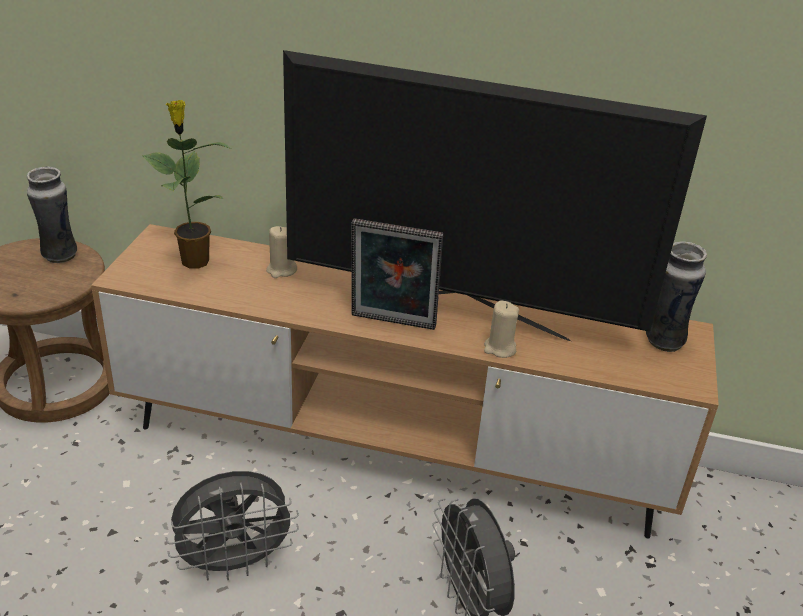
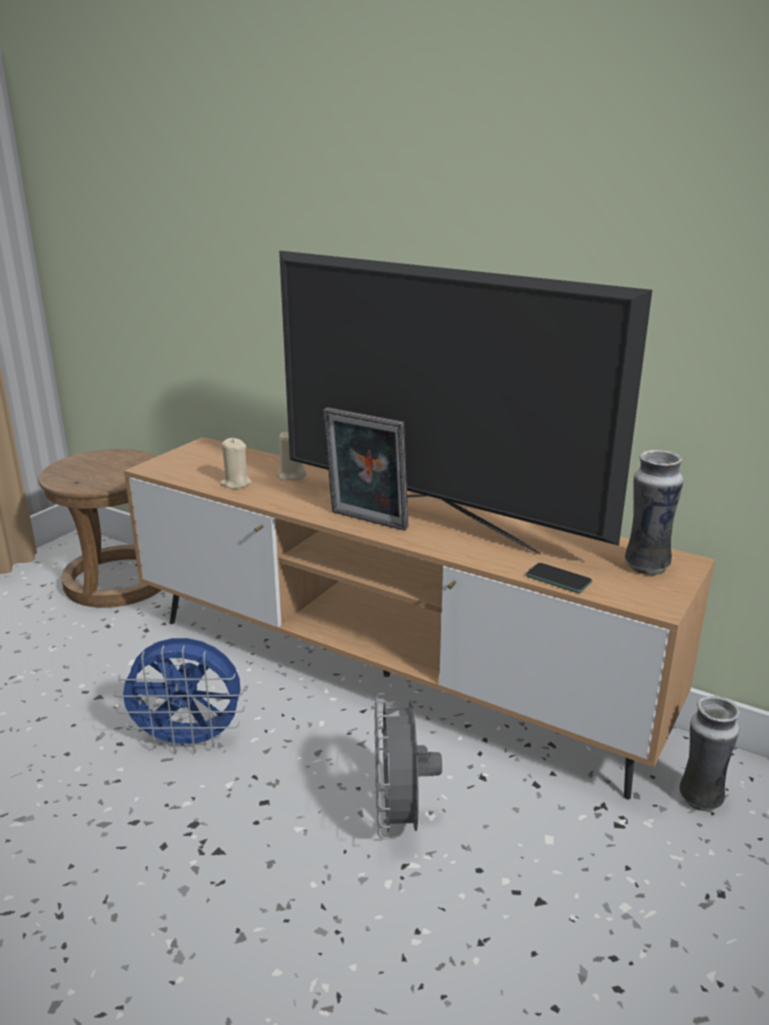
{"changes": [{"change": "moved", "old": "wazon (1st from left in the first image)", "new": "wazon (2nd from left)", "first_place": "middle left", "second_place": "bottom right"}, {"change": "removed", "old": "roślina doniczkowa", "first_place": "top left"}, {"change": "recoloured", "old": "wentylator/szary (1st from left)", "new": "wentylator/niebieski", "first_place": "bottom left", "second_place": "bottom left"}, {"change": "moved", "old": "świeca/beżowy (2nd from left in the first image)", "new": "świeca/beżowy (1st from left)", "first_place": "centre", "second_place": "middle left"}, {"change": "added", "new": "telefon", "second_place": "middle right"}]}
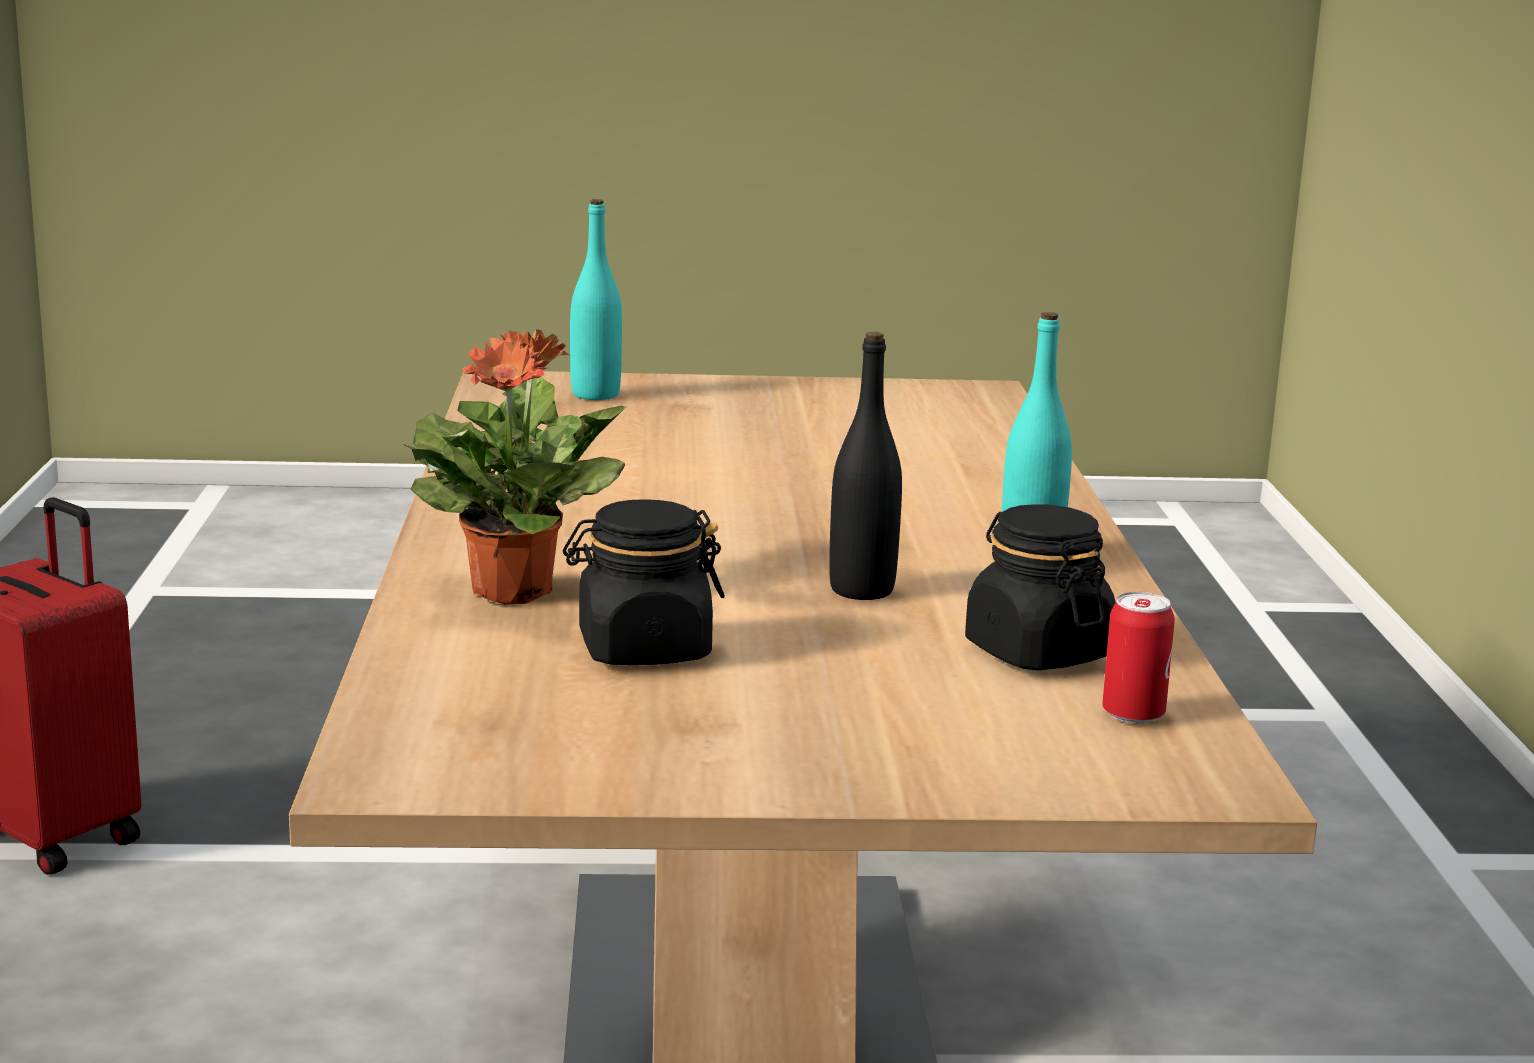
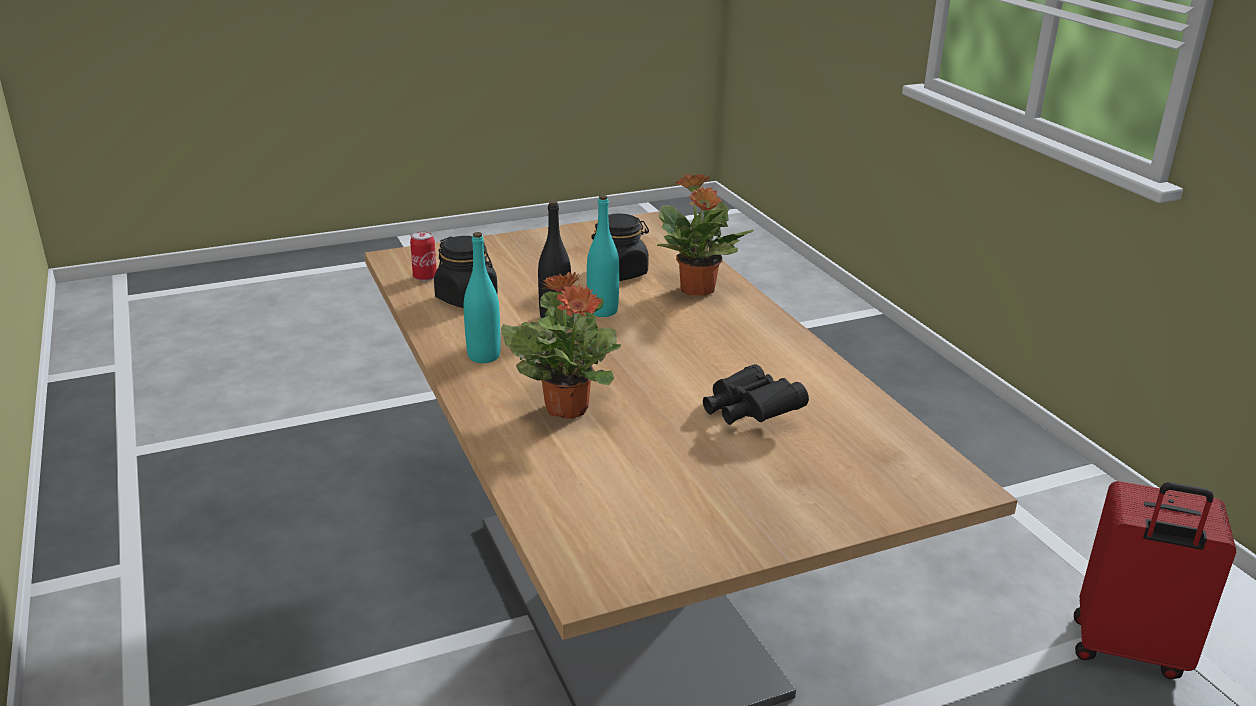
{"changes": [{"change": "moved", "old": "butelka/turkusowy (1st from left in the first image)", "new": "butelka/turkusowy (2nd from left)", "first_place": "top centre", "second_place": "centre"}, {"change": "added", "new": "roślina doniczkowa (1st from left)", "second_place": "centre"}, {"change": "added", "new": "lornetka/czarny", "second_place": "centre"}]}
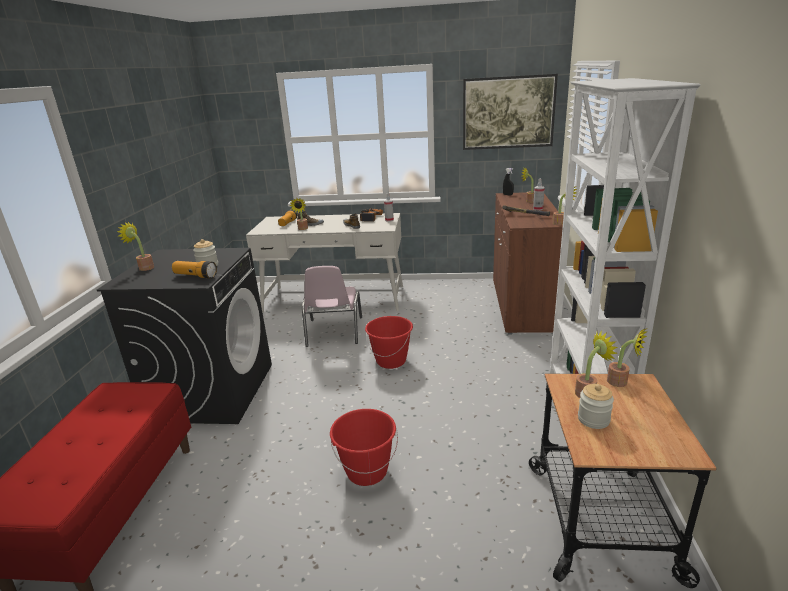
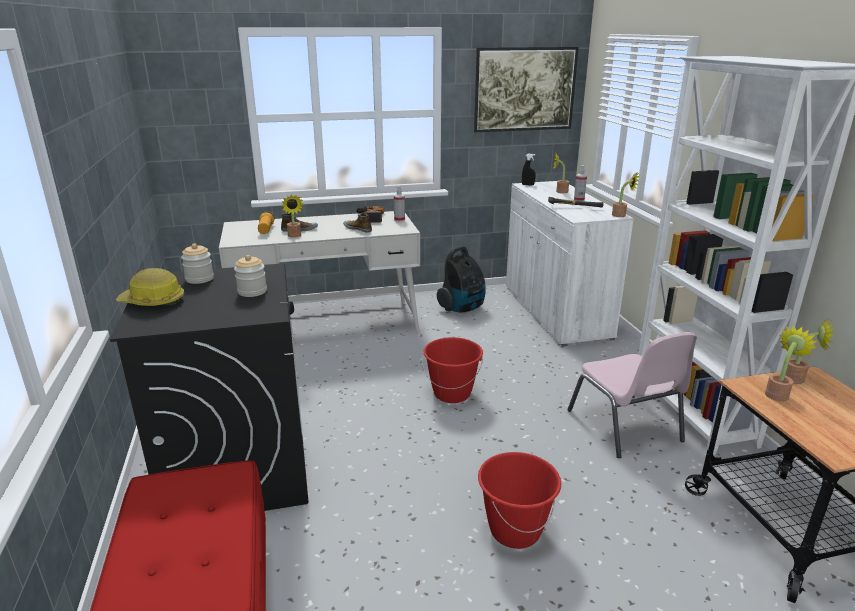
{"changes": [{"change": "replaced", "old": "roślina doniczkowa (1st from left)", "new": "kask", "first_place": "middle left", "second_place": "middle left"}, {"change": "removed", "old": "latarka (1st from left)", "first_place": "middle left"}, {"change": "moved", "old": "krzesło/różowy", "first_place": "centre", "second_place": "middle right"}, {"change": "recoloured", "old": "szafka/brązowy", "new": "szafka/biały", "first_place": "middle right", "second_place": "middle right"}, {"change": "moved", "old": "słoik (2nd from left in the first image)", "new": "słoik (1st from left)", "first_place": "bottom right", "second_place": "middle left"}, {"change": "added", "new": "odkurzacz", "second_place": "centre"}]}
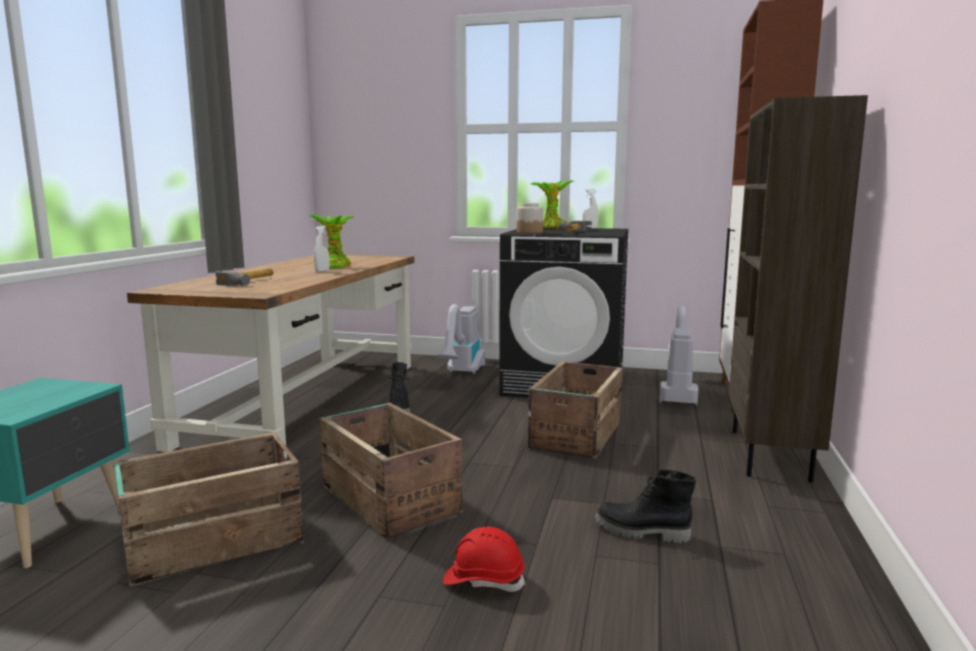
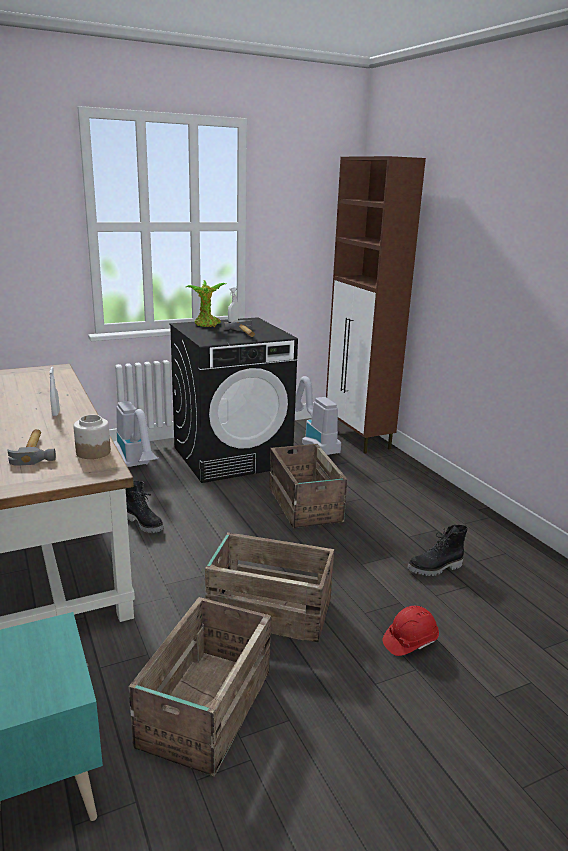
{"changes": [{"change": "removed", "old": "roślina doniczkowa (1st from left)", "first_place": "centre"}, {"change": "moved", "old": "słoik", "first_place": "centre", "second_place": "middle left"}, {"change": "removed", "old": "regał/brązowy", "first_place": "middle right"}]}
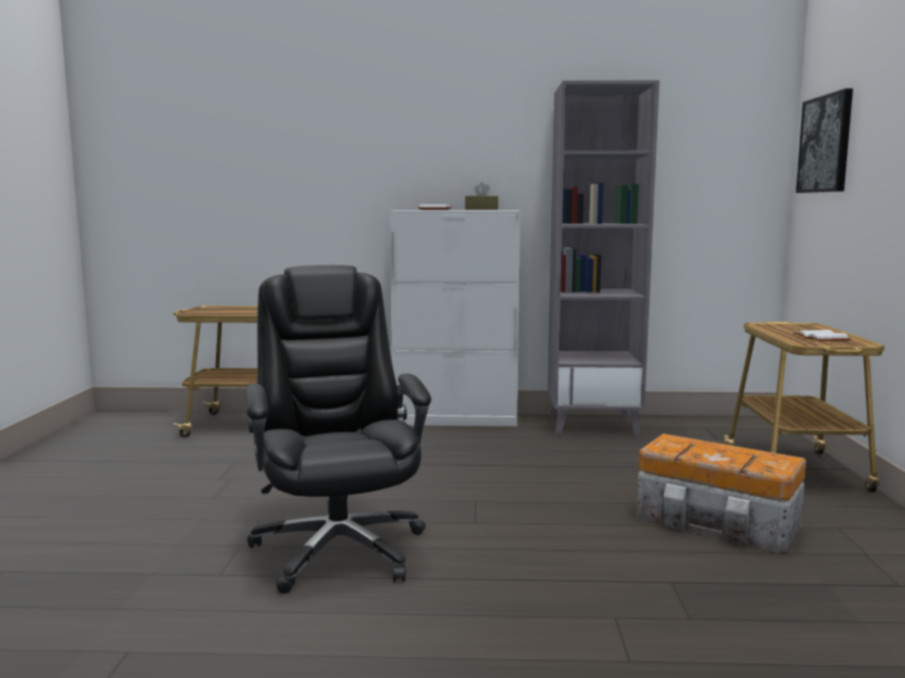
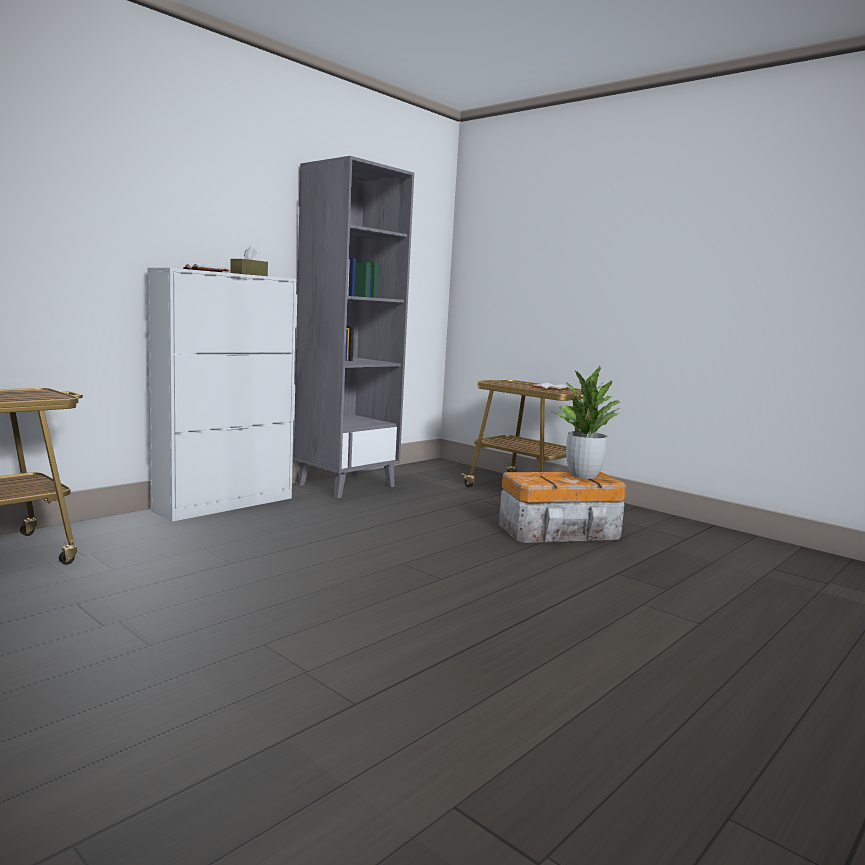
{"changes": [{"change": "removed", "old": "krzesło biurowe/czarny", "first_place": "centre"}, {"change": "removed", "old": "obraz", "first_place": "top right"}, {"change": "added", "new": "roślina doniczkowa", "second_place": "middle right"}]}
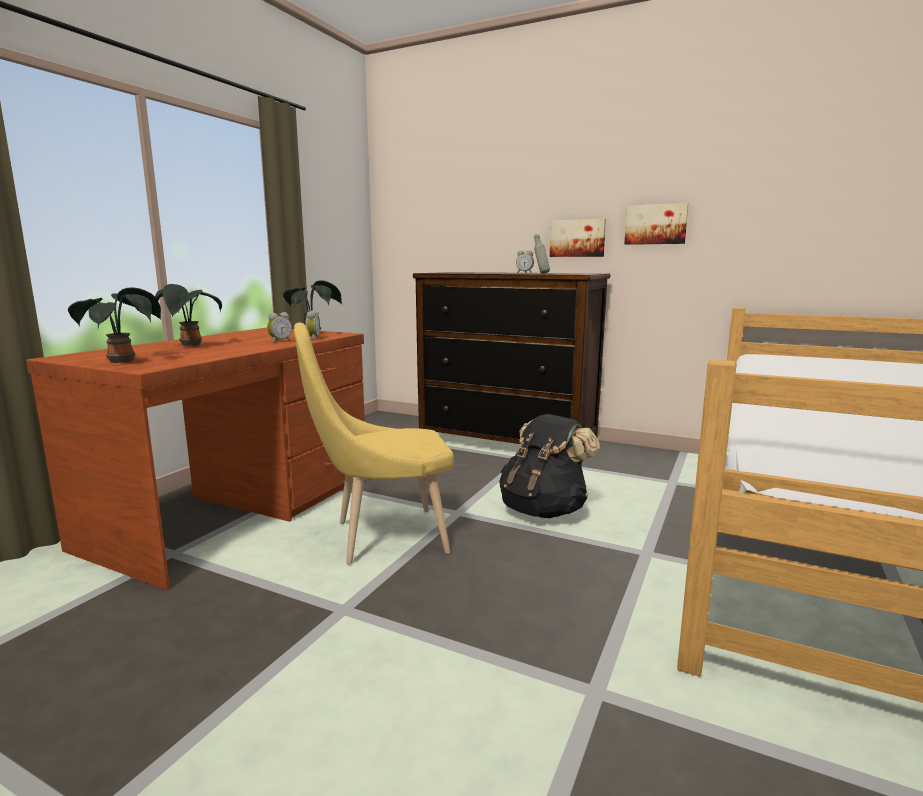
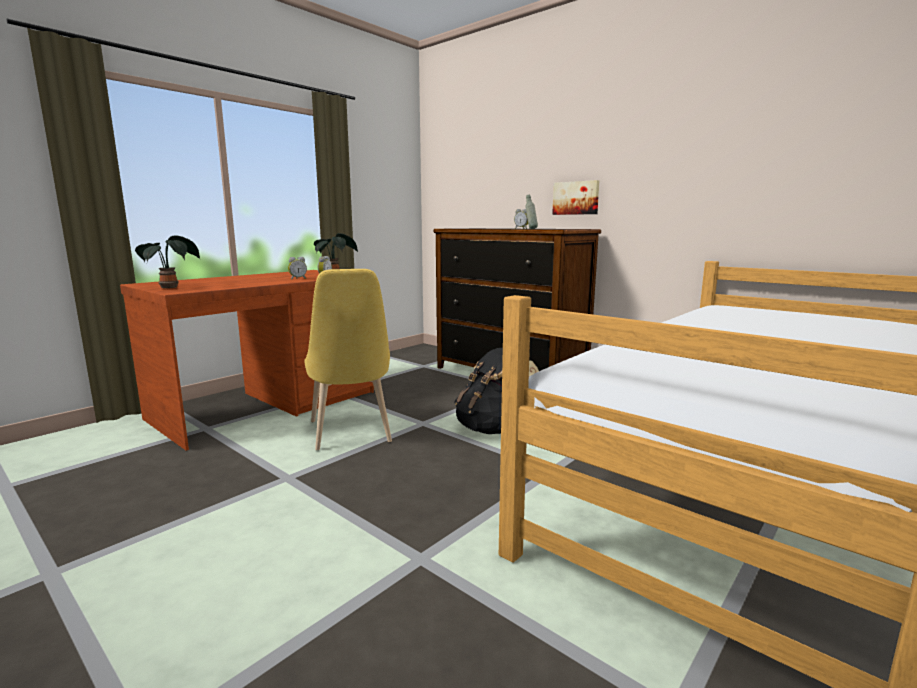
{"changes": [{"change": "removed", "old": "roślina doniczkowa (2nd from left)", "first_place": "middle left"}, {"change": "turned", "old": "krzesło/żółty", "first_place": "centre", "second_place": "centre", "degrees": -105}, {"change": "removed", "old": "obraz (2nd from left)", "first_place": "top right"}]}
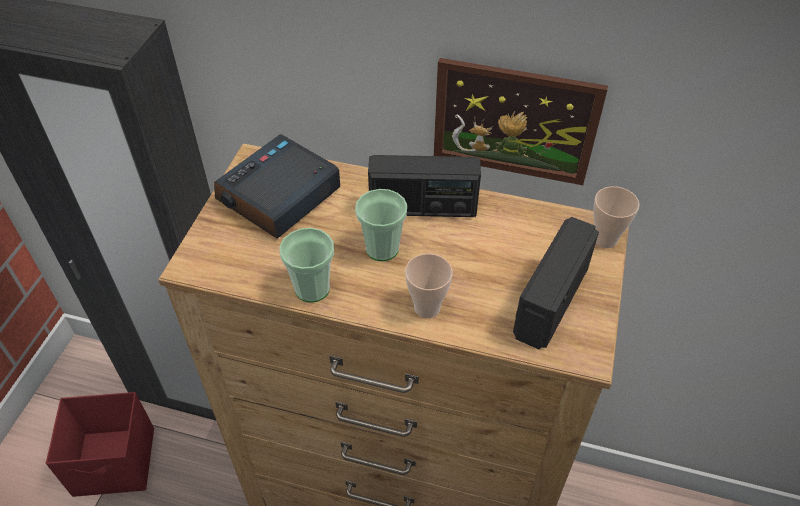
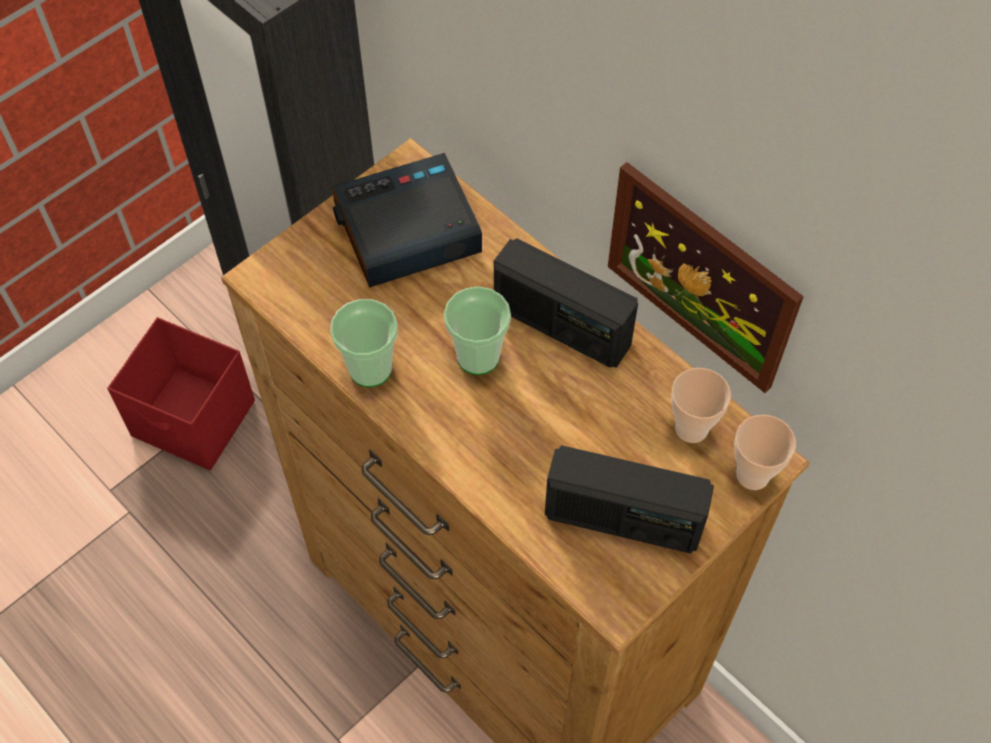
{"changes": [{"change": "moved", "old": "filiżanka (3rd from left)", "first_place": "centre", "second_place": "middle right"}, {"change": "turned", "old": "radio (2nd from left)", "first_place": "middle right", "second_place": "bottom centre", "degrees": -135}]}
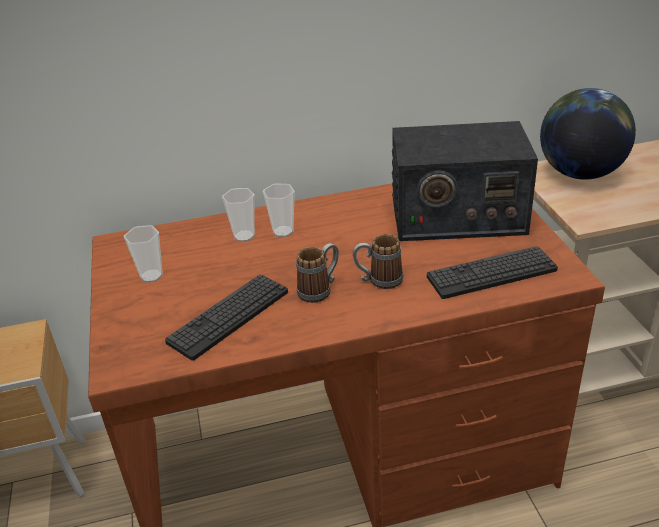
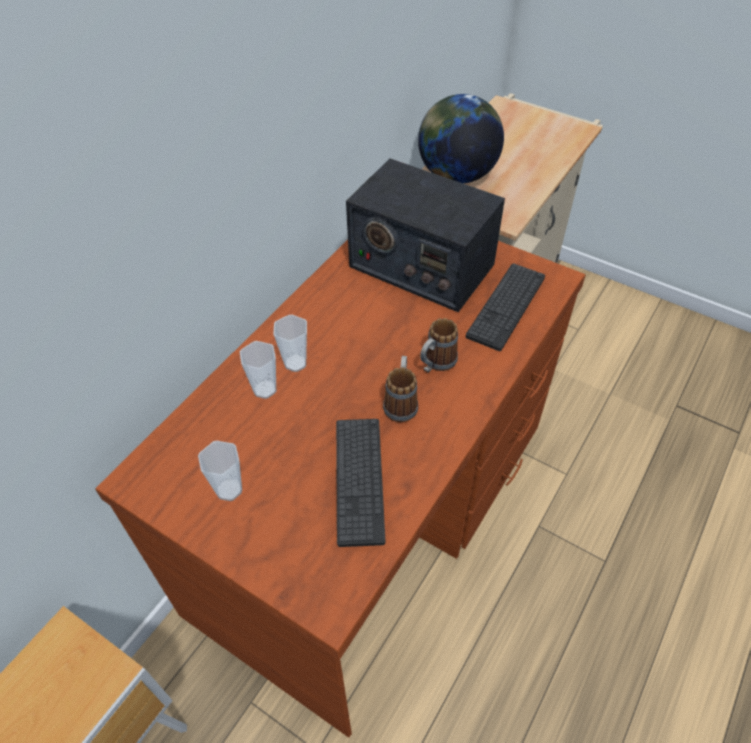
{"changes": [{"change": "turned", "old": "radio", "first_place": "middle right", "second_place": "top centre", "degrees": 75}]}
